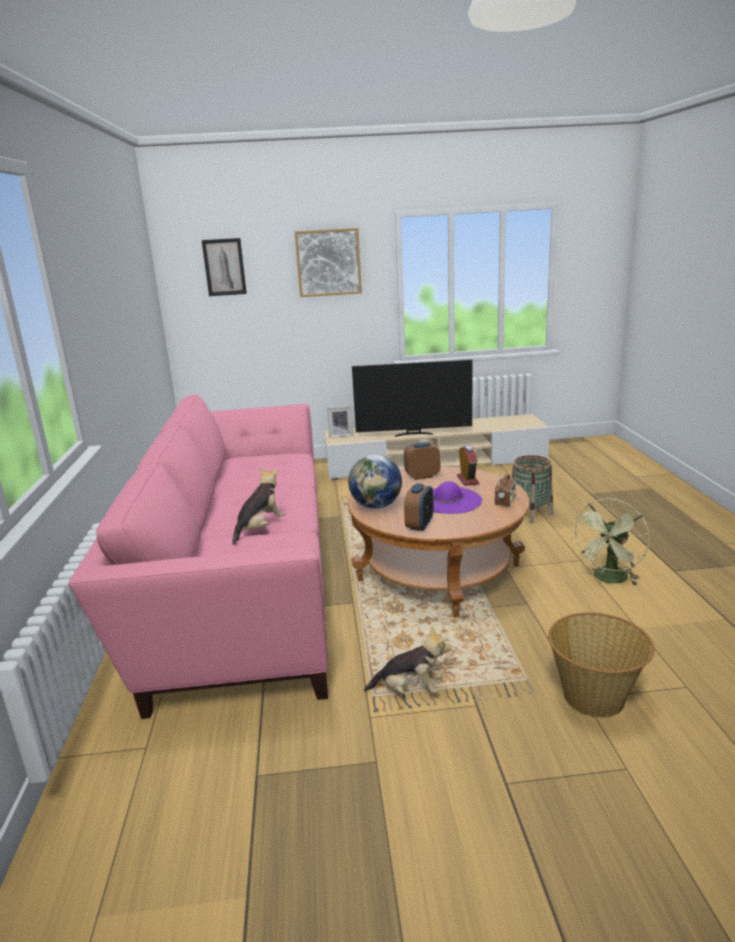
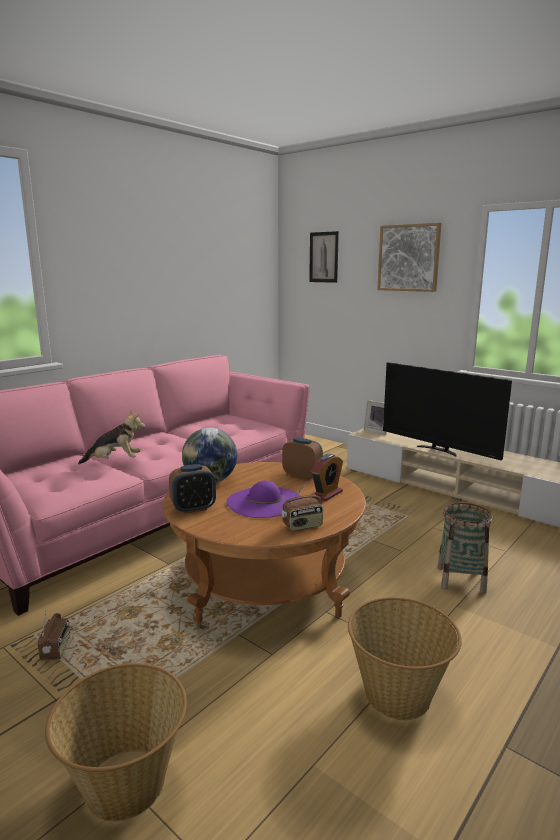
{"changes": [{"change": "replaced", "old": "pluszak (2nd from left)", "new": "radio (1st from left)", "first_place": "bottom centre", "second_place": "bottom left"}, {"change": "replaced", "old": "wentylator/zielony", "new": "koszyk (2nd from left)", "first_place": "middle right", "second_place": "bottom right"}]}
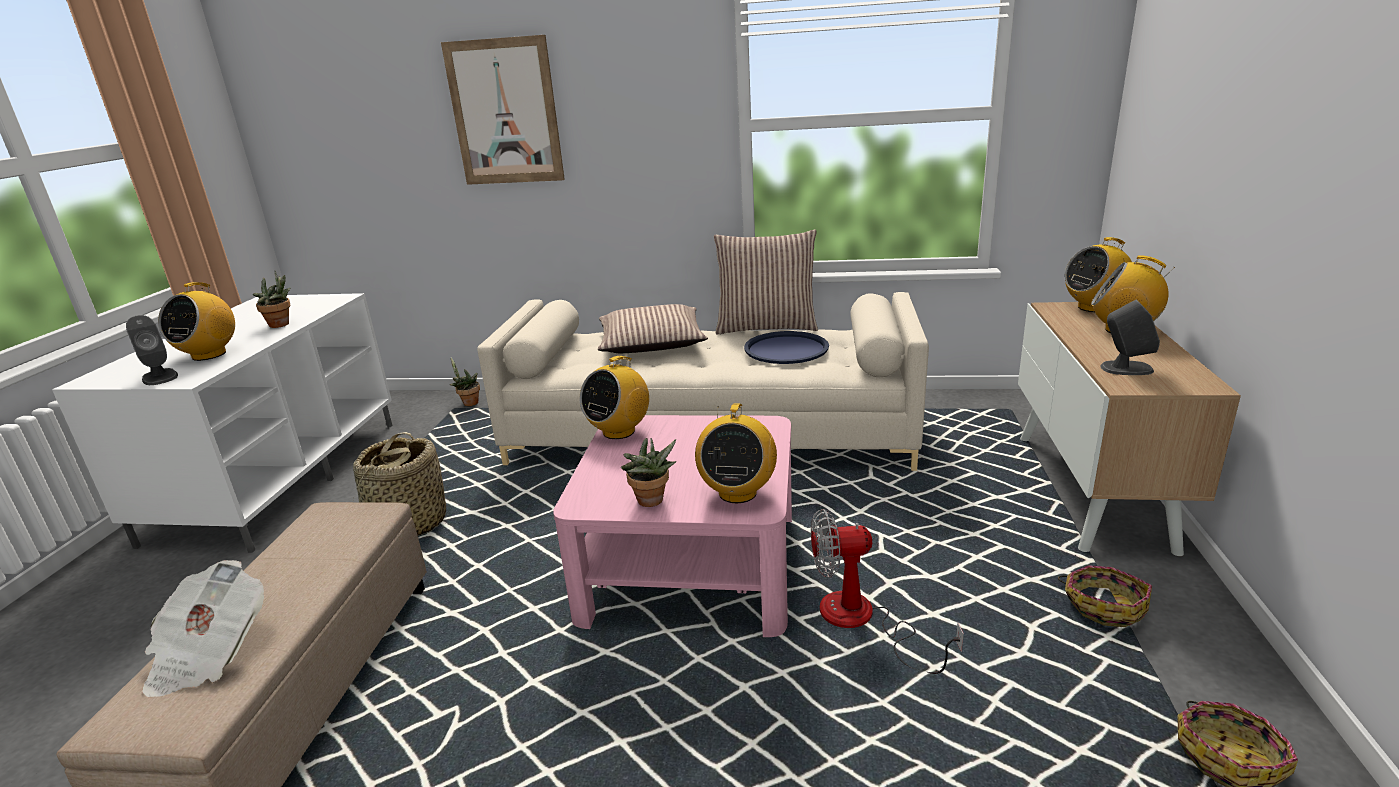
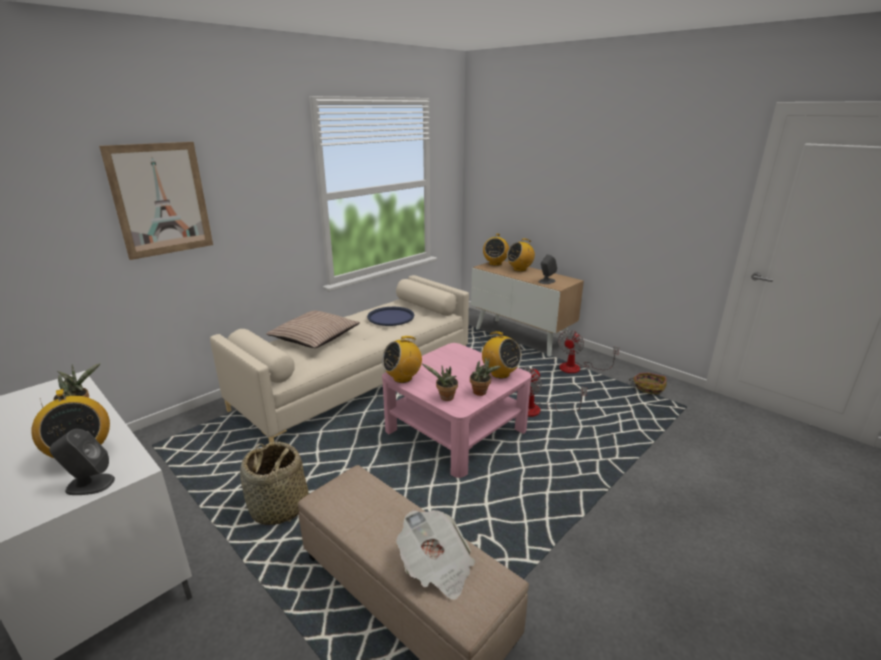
{"changes": [{"change": "moved", "old": "roślina doniczkowa (2nd from left)", "first_place": "middle left", "second_place": "centre"}, {"change": "turned", "old": "radio (2nd from left)", "first_place": "centre", "second_place": "centre", "degrees": 75}, {"change": "removed", "old": "poduszka (2nd from left)", "first_place": "centre"}, {"change": "replaced", "old": "koszyk (2nd from left)", "new": "wentylator (2nd from left)", "first_place": "bottom right", "second_place": "middle right"}]}
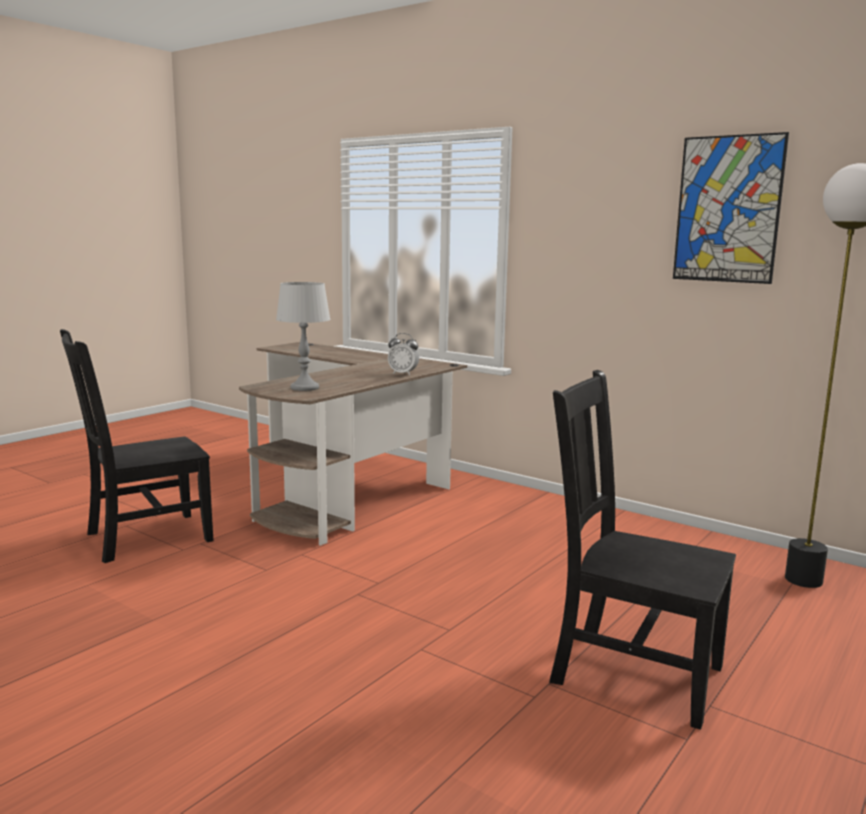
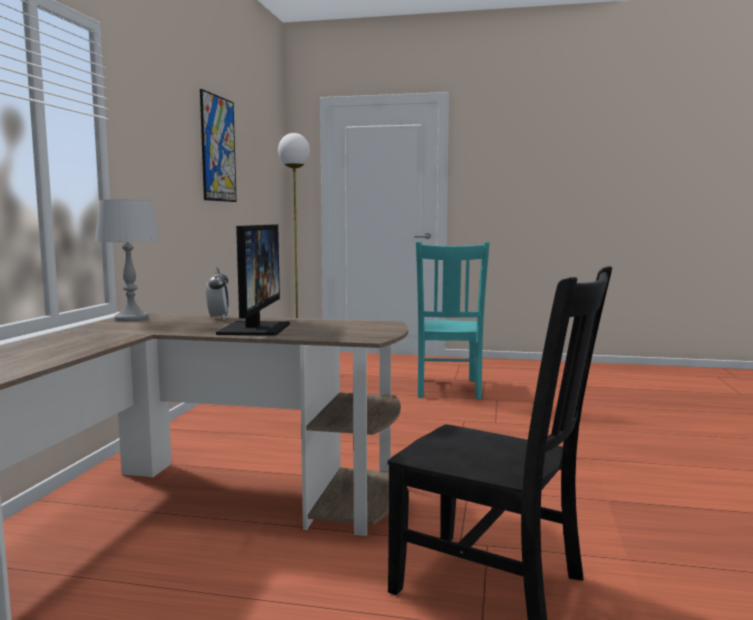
{"changes": [{"change": "moved", "old": "lampa stołowa/szary", "first_place": "centre", "second_place": "middle left"}, {"change": "recoloured", "old": "krzesło/czarny (2nd from left)", "new": "krzesło/turkusowy", "first_place": "bottom right", "second_place": "centre"}, {"change": "added", "new": "monitor", "second_place": "centre"}]}
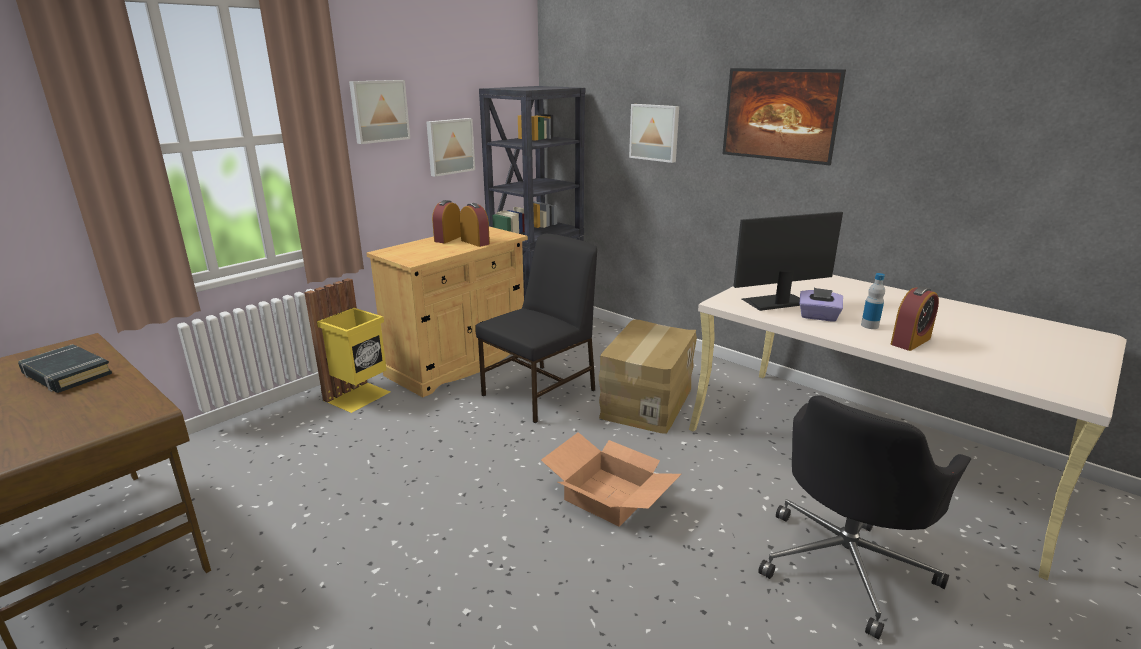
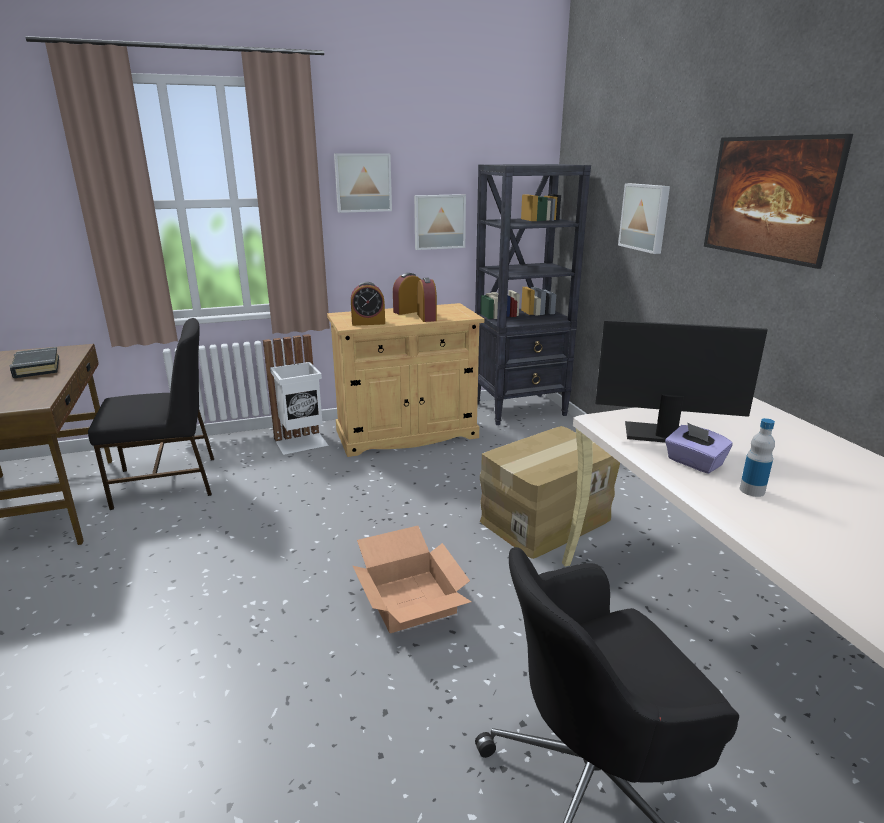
{"changes": [{"change": "recoloured", "old": "kosz na śmieci/żółty", "new": "kosz na śmieci/biały", "first_place": "middle left", "second_place": "centre"}, {"change": "moved", "old": "krzesło/czarny", "first_place": "centre", "second_place": "middle left"}, {"change": "moved", "old": "budzik (3rd from left in the first image)", "new": "budzik (1st from left)", "first_place": "middle right", "second_place": "centre"}]}
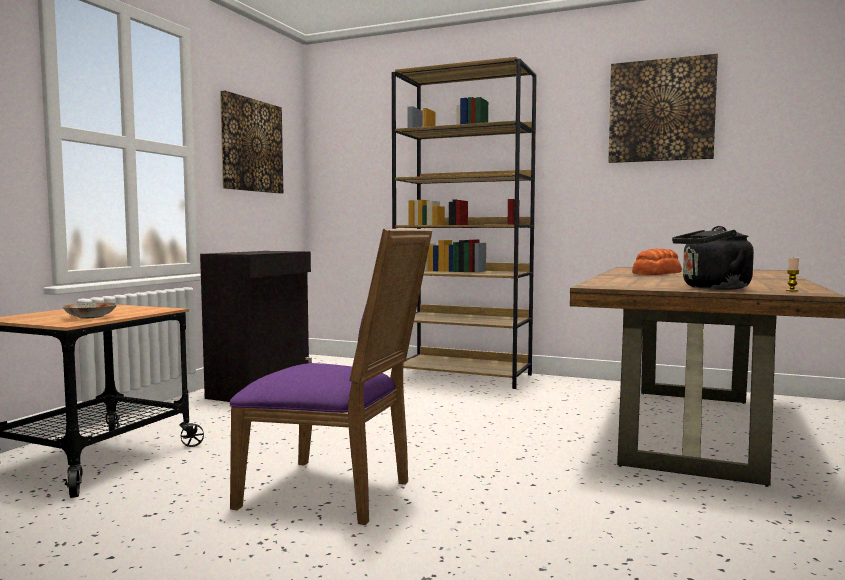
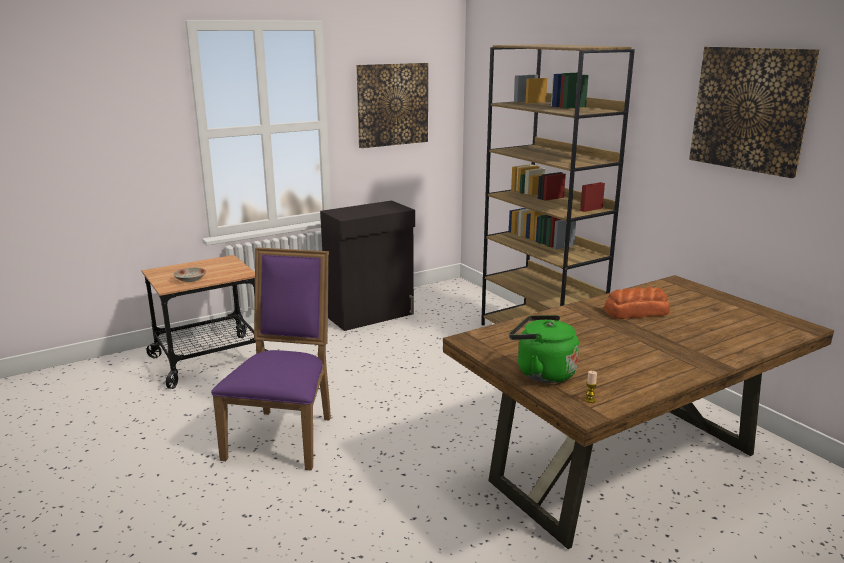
{"changes": [{"change": "turned", "old": "krzesło/fioletowy", "first_place": "centre", "second_place": "middle left", "degrees": -135}, {"change": "recoloured", "old": "czajnik/czarny", "new": "czajnik/zielony", "first_place": "middle right", "second_place": "centre"}]}
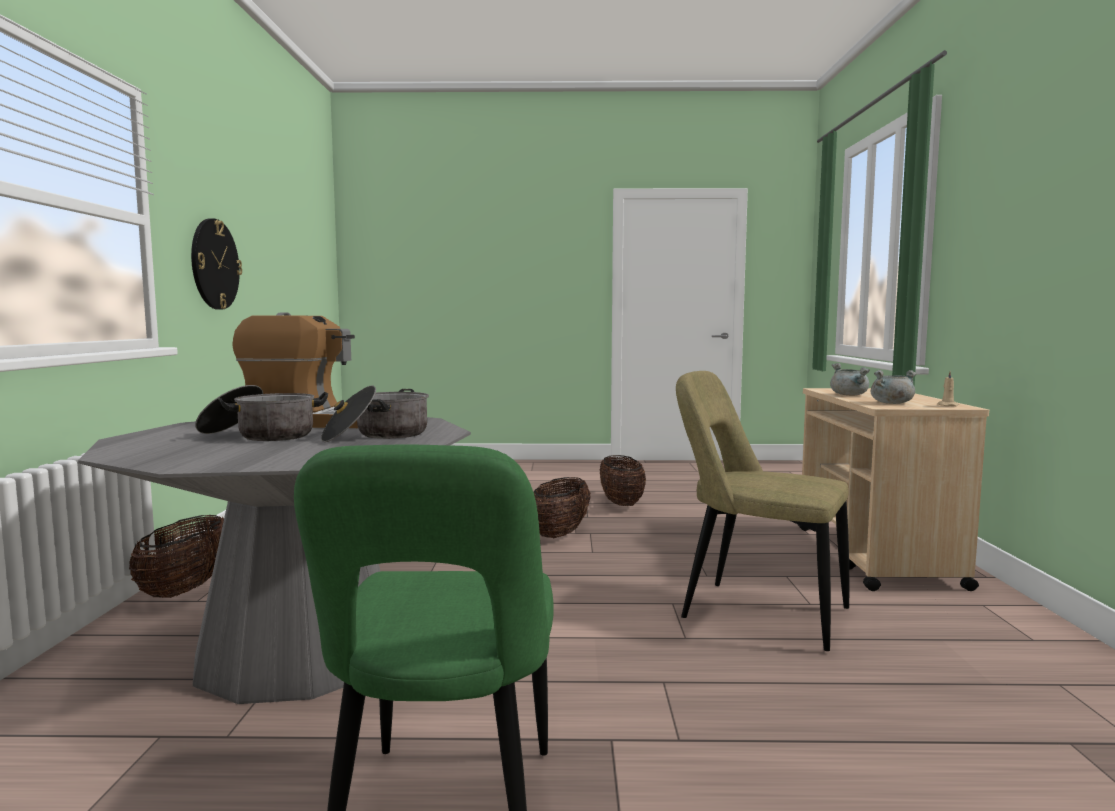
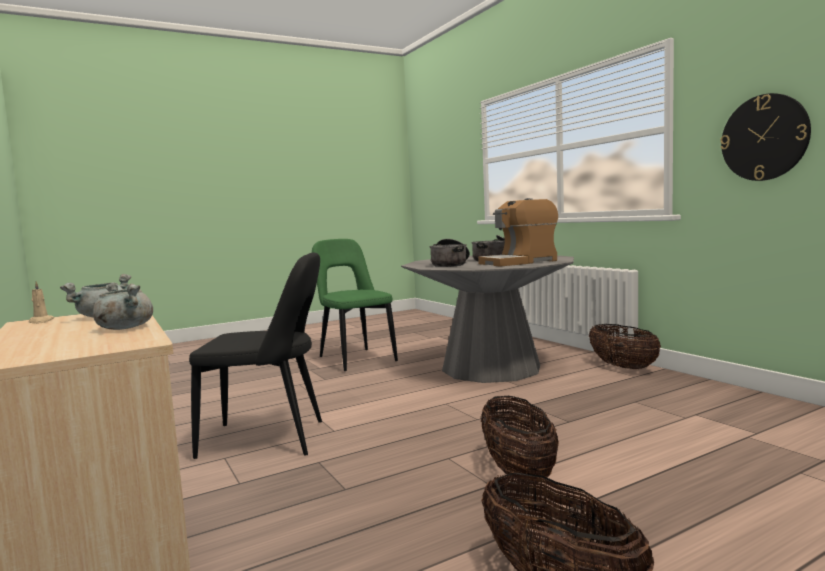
{"changes": [{"change": "recoloured", "old": "krzesło/beżowy", "new": "krzesło/czarny", "first_place": "middle right", "second_place": "middle left"}]}
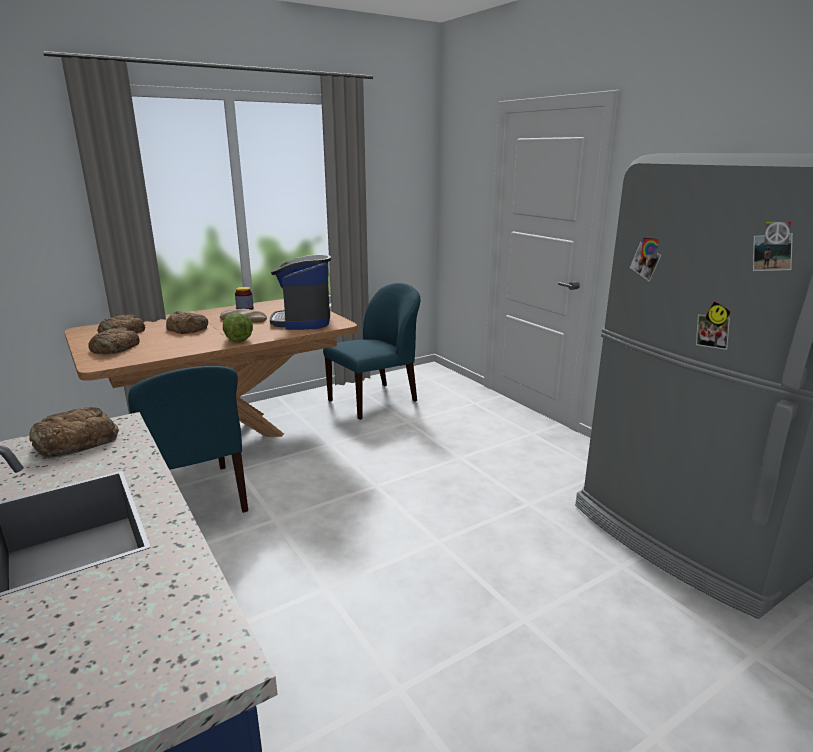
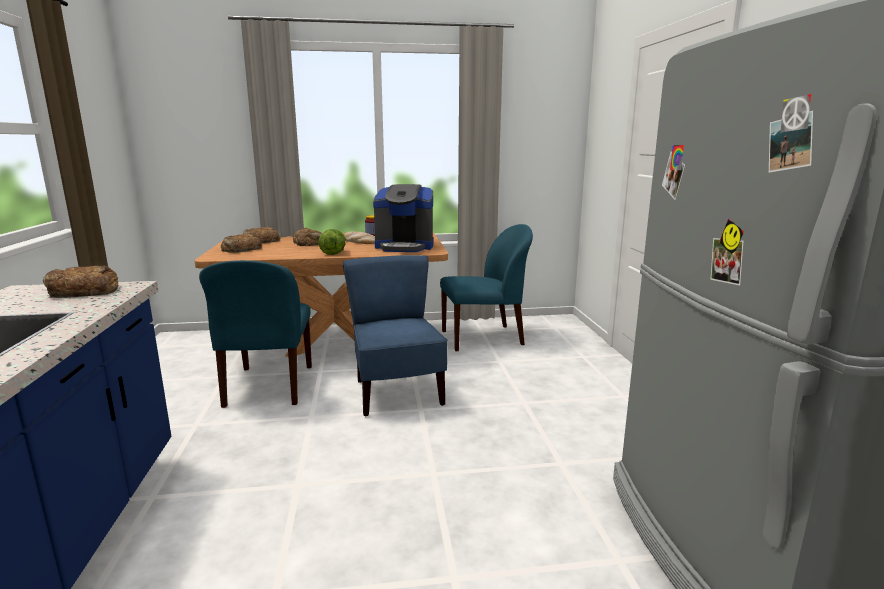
{"changes": [{"change": "turned", "old": "ekspres do kawy", "first_place": "centre", "second_place": "centre", "degrees": -105}, {"change": "added", "new": "krzesło/niebieski (2nd from left)", "second_place": "centre"}]}
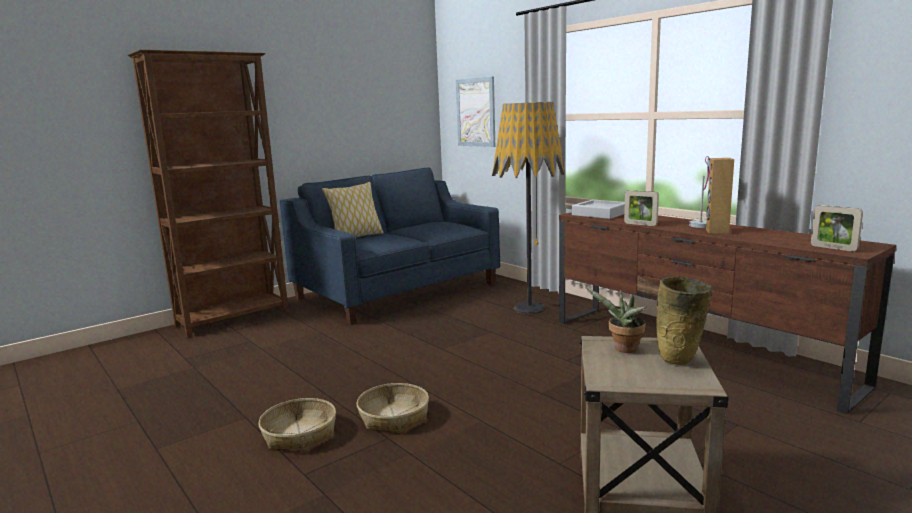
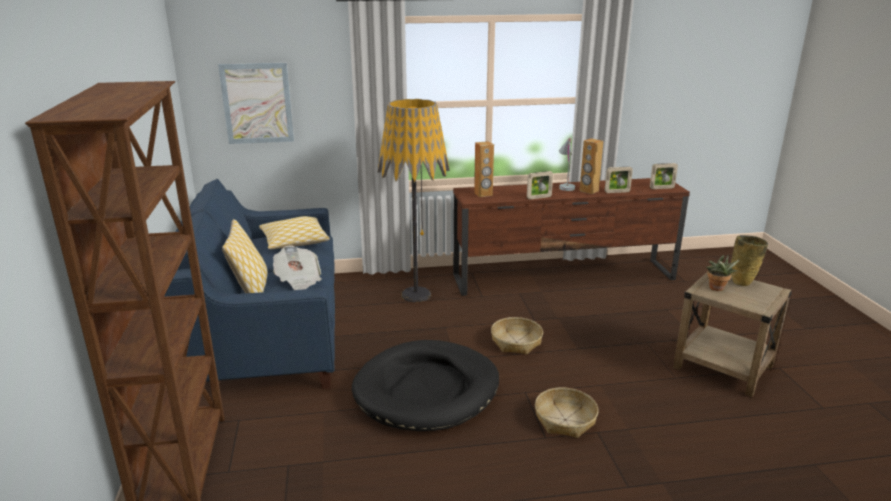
{"changes": [{"change": "moved", "old": "koszyk (1st from left)", "first_place": "bottom left", "second_place": "bottom centre"}, {"change": "replaced", "old": "taca/szary", "new": "głośnik/brązowy (1st from left)", "first_place": "centre", "second_place": "centre"}, {"change": "added", "new": "poduszka (2nd from left)", "second_place": "middle left"}, {"change": "added", "new": "gazeta", "second_place": "centre"}, {"change": "added", "new": "legowisko/czarny", "second_place": "bottom centre"}, {"change": "added", "new": "ramka na zdjęcie (2nd from left)", "second_place": "middle right"}]}
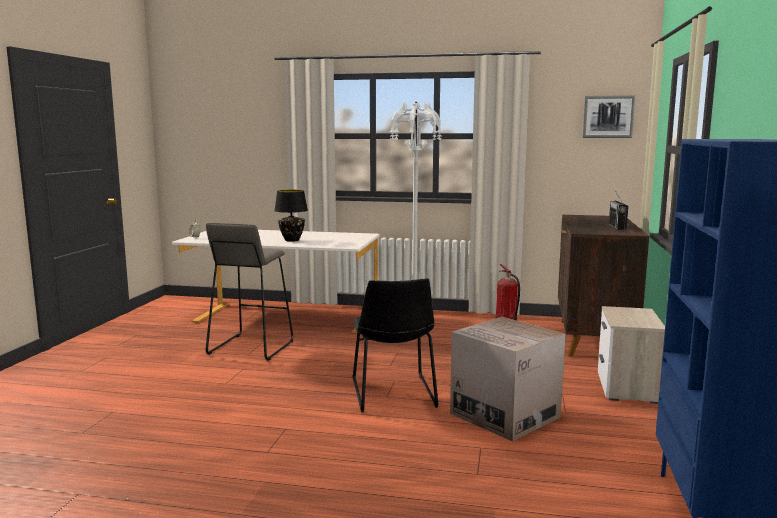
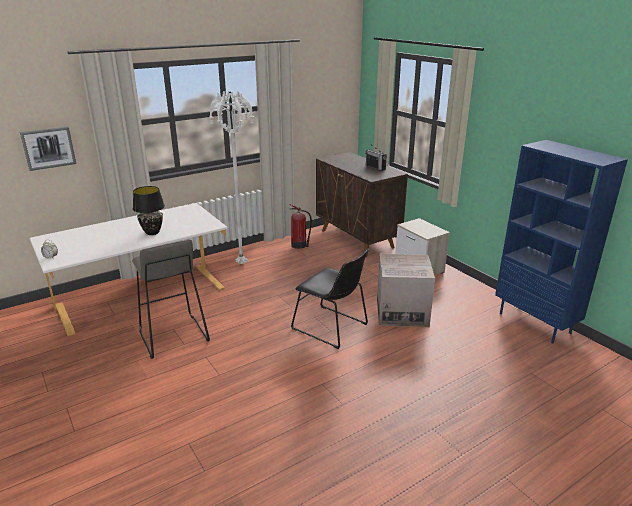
{"changes": [{"change": "moved", "old": "obraz", "first_place": "top right", "second_place": "top left"}]}
